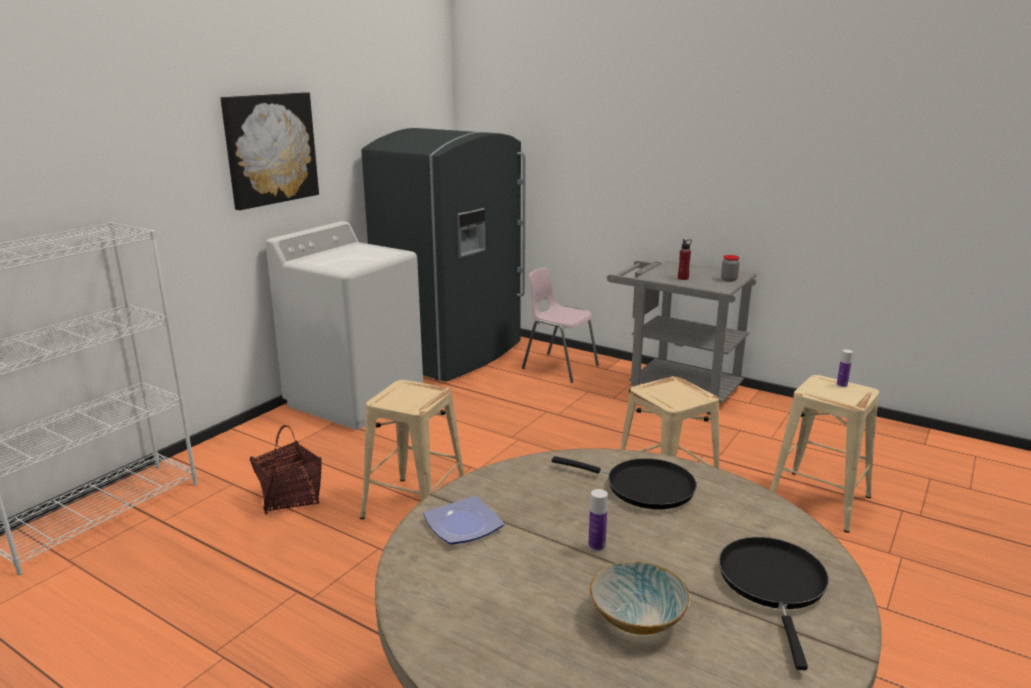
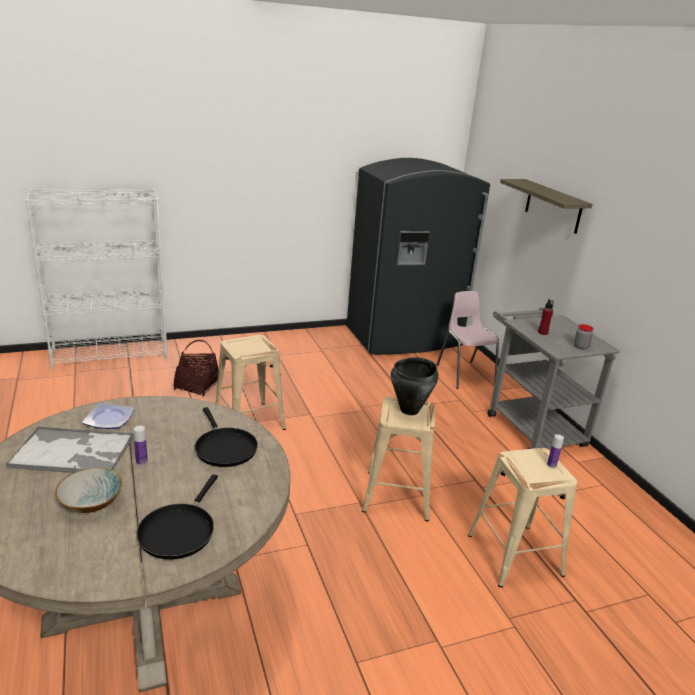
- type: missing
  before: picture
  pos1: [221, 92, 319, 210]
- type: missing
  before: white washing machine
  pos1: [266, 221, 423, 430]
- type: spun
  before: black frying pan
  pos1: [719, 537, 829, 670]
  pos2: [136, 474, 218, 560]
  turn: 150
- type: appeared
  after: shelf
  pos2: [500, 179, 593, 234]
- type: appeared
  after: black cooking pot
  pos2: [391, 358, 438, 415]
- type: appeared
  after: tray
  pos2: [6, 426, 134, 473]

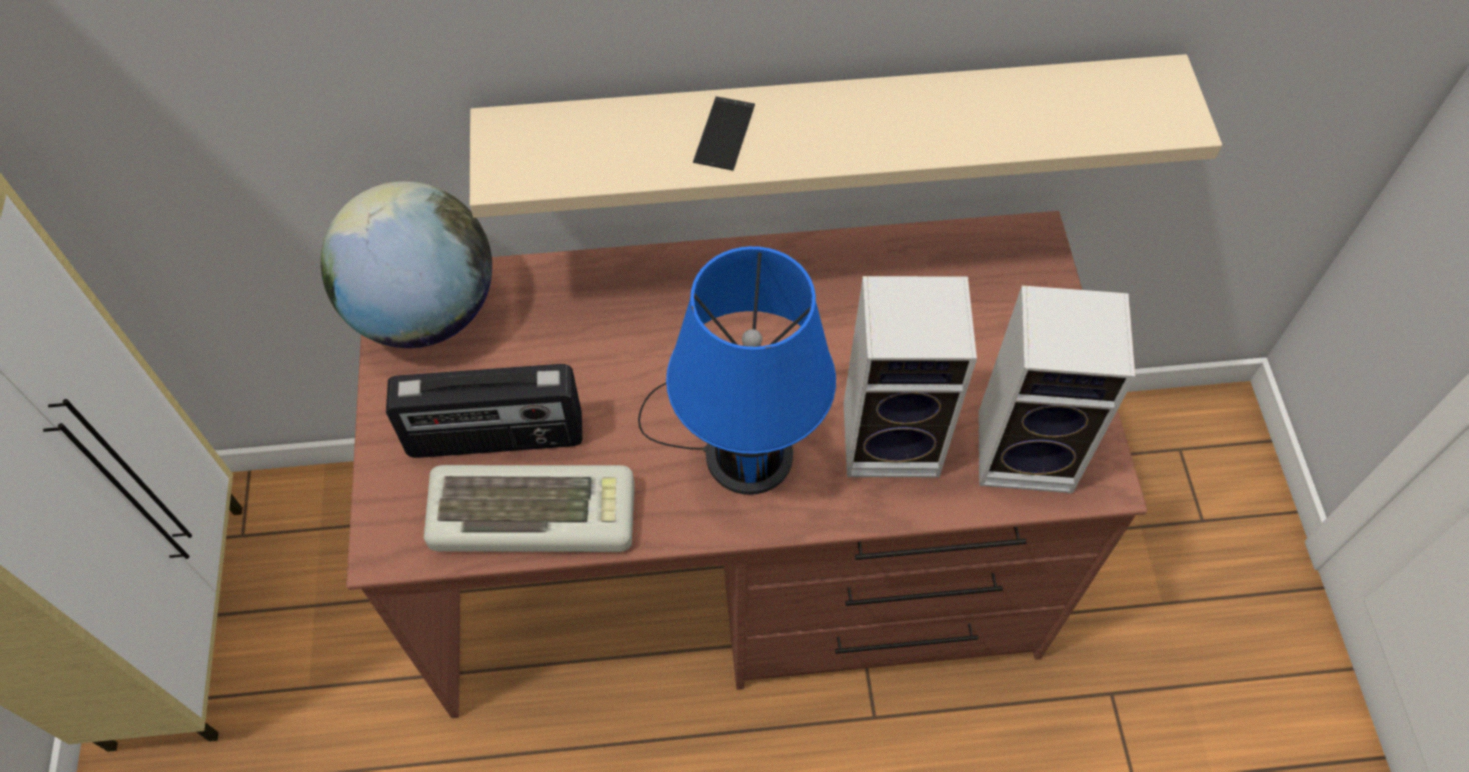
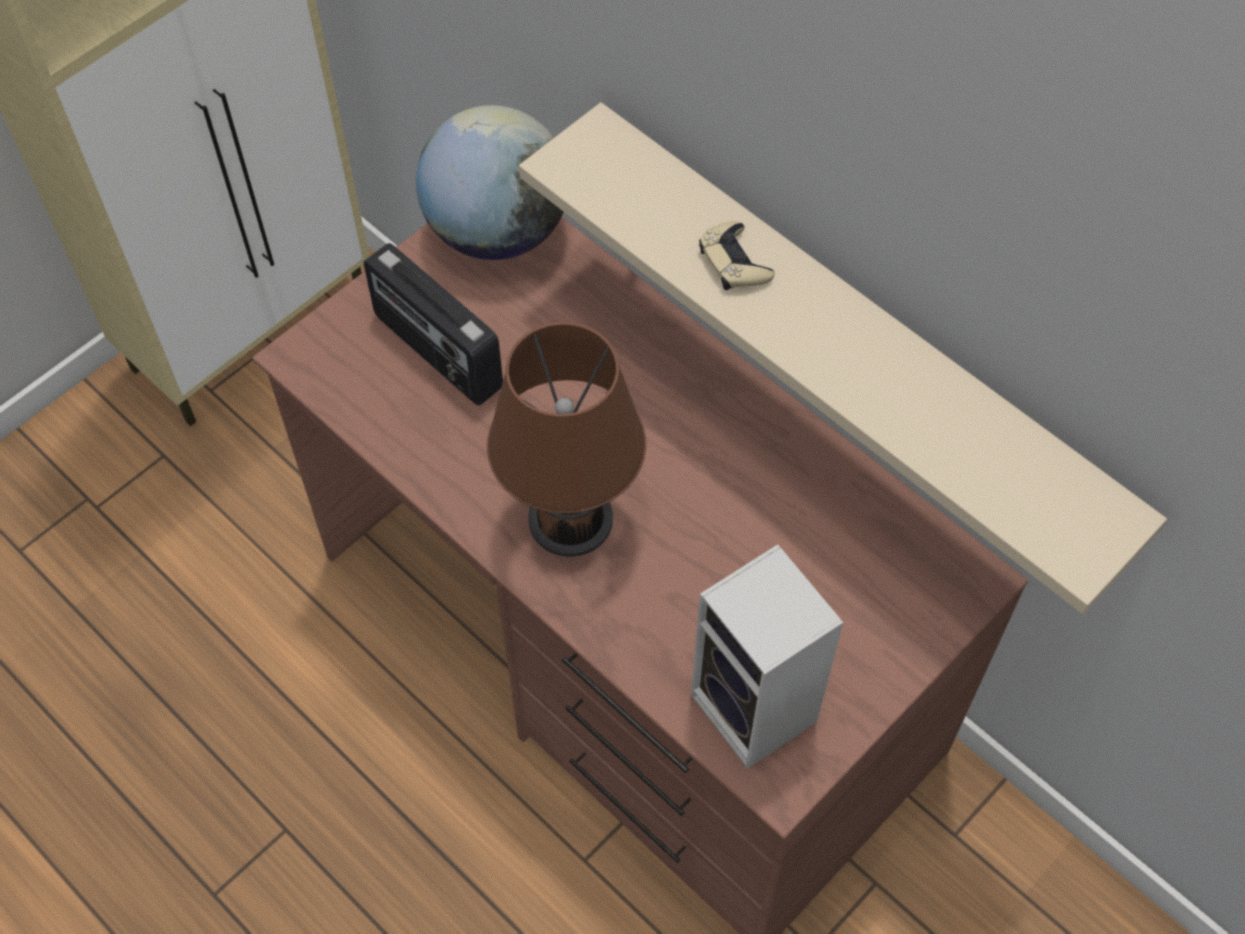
- type: exchanged
  before: phone
  after: beige game controller
  pos1: [693, 96, 755, 171]
  pos2: [699, 221, 775, 290]
- type: colour
  before: blue table lamp
  after: brown table lamp
  pos1: [638, 246, 836, 495]
  pos2: [487, 322, 646, 557]
- type: missing
  before: speaker
  pos1: [843, 276, 977, 477]
- type: missing
  before: keyboard
  pos1: [424, 465, 635, 552]

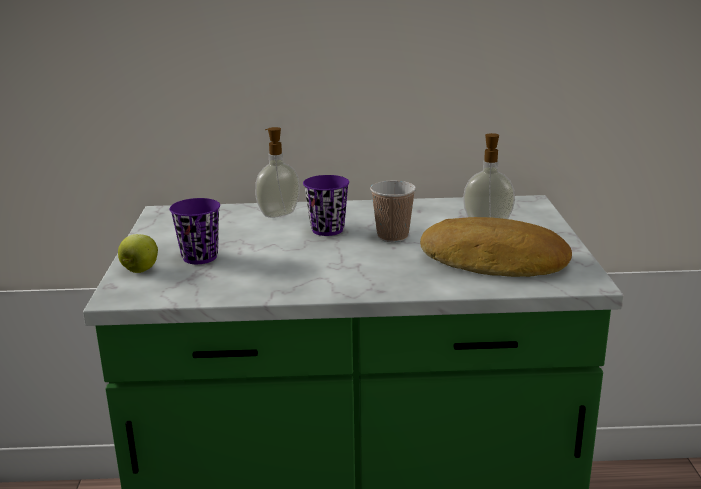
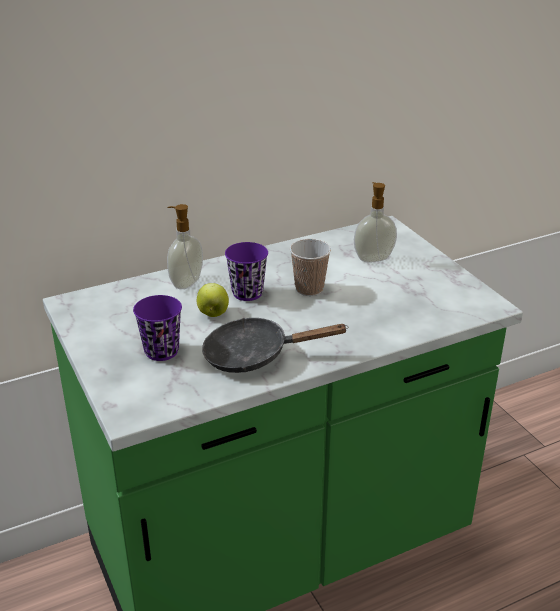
- type: missing
  before: bread
  pos1: [420, 217, 572, 277]
- type: relocated
  before: apple
  pos1: [118, 234, 158, 273]
  pos2: [197, 283, 229, 317]
- type: appeared
  after: black frying pan
  pos2: [202, 318, 348, 373]

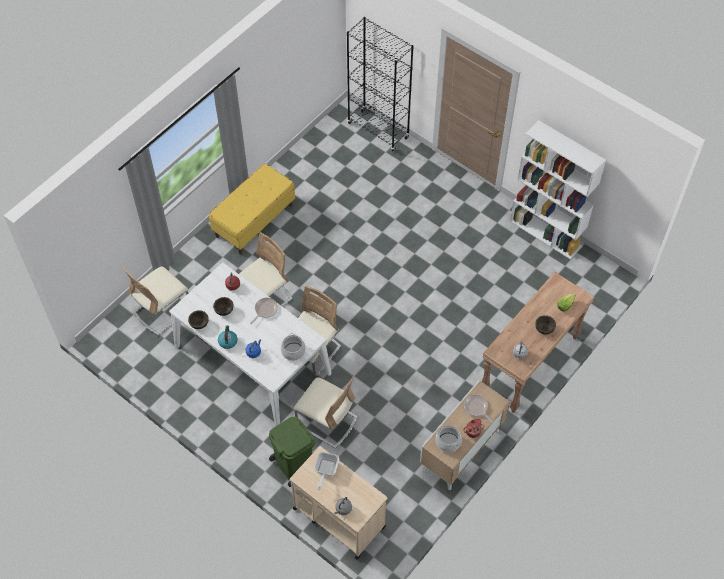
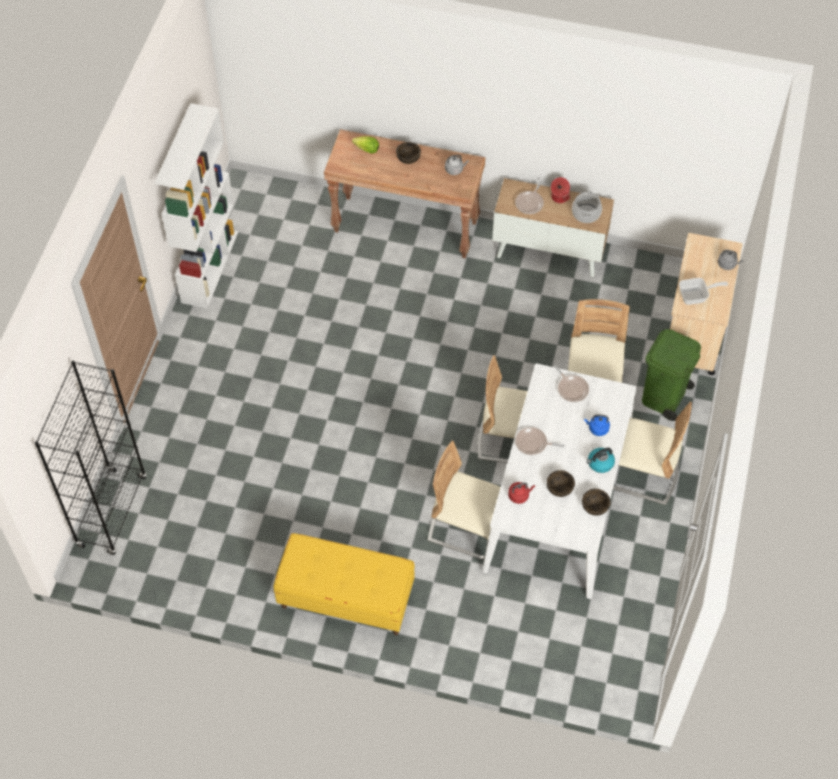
- type: relocated
  before: beige chair
  pos1: [122, 267, 188, 335]
  pos2: [613, 402, 692, 505]
- type: exchanged
  before: cooking pot
  after: frying pan
  pos1: [281, 333, 306, 361]
  pos2: [554, 365, 589, 402]

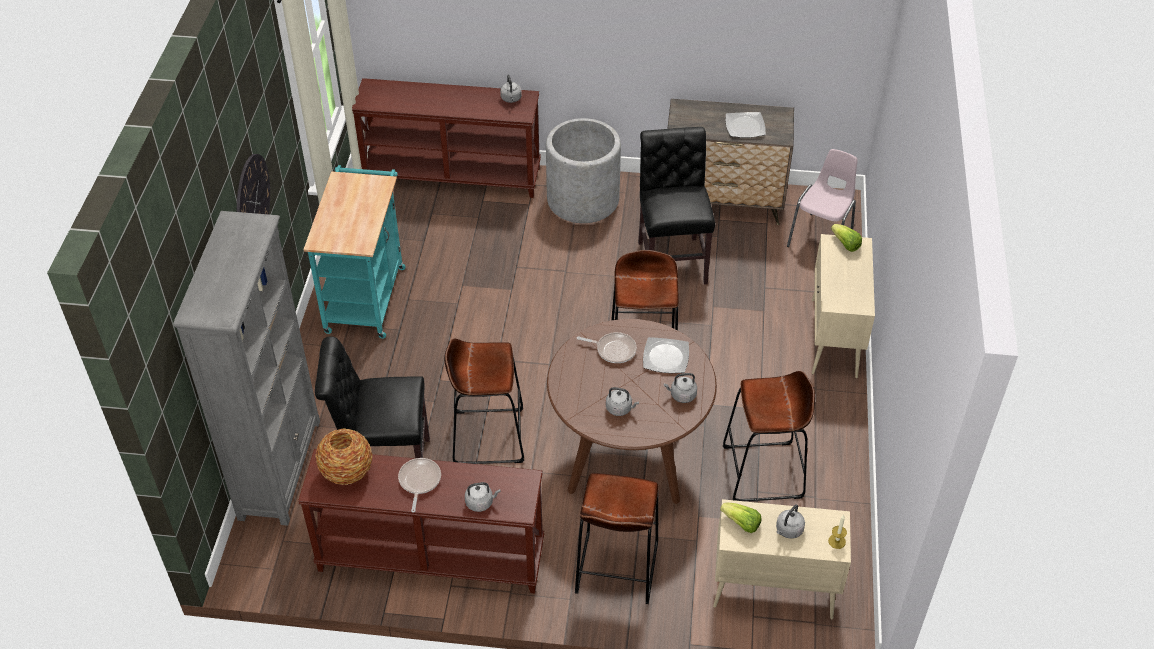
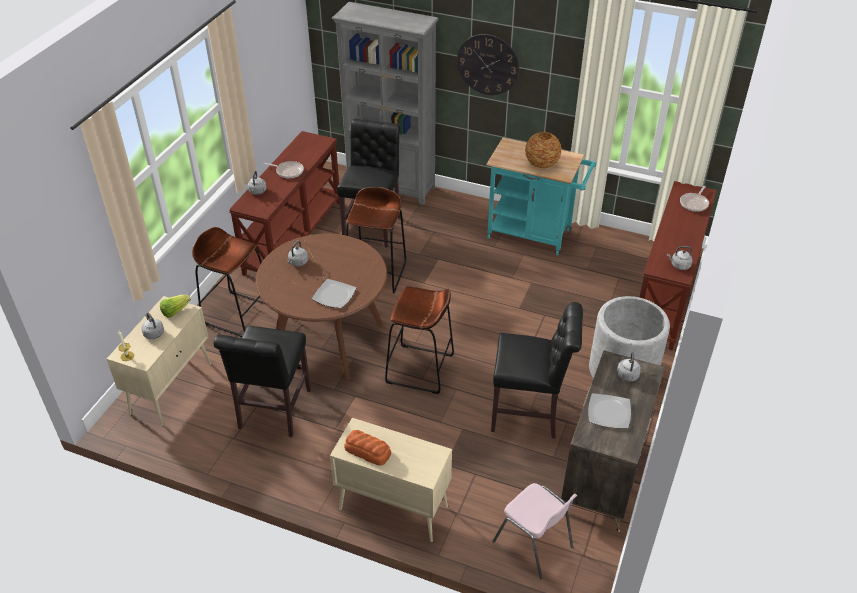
- type: missing
  before: lettuce
  pos1: [831, 224, 862, 252]
- type: relocated
  before: frying pan
  pos1: [577, 332, 637, 363]
  pos2: [680, 186, 709, 212]
- type: exchanged
  before: brown stool
  after: black chair
  pos1: [723, 371, 815, 501]
  pos2: [213, 326, 311, 437]
- type: relocated
  before: grey kettle
  pos1: [664, 373, 697, 403]
  pos2: [617, 352, 641, 381]
- type: relocated
  before: vase
  pos1: [315, 428, 372, 485]
  pos2: [525, 132, 562, 168]
- type: appeared
  after: bread
  pos2: [344, 430, 391, 466]

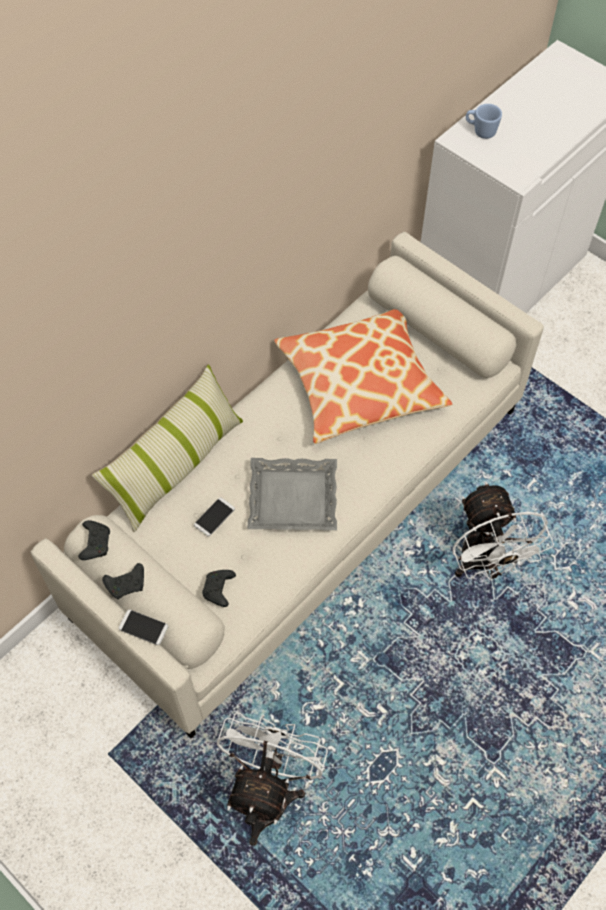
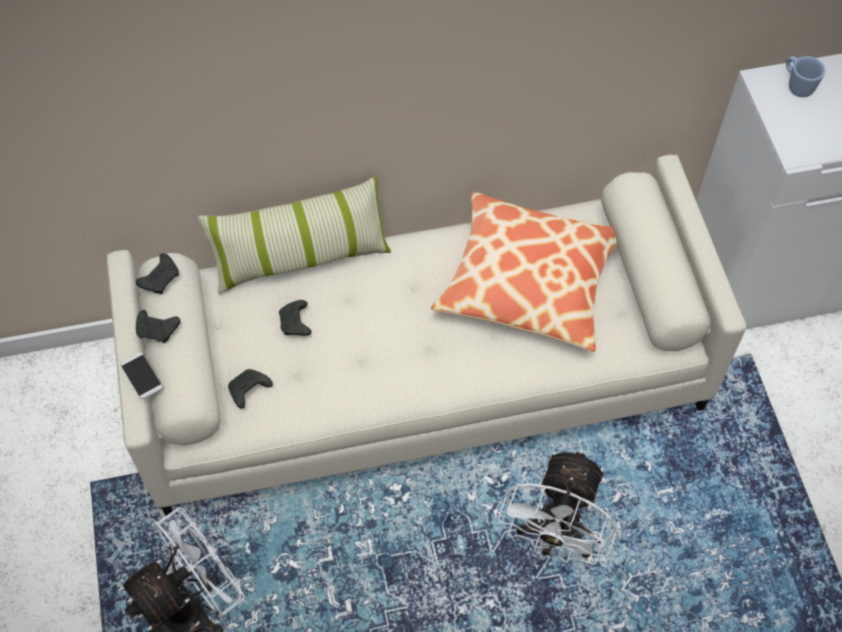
- type: missing
  before: grey tray
  pos1: [247, 458, 337, 530]
- type: exchanged
  before: phone
  after: black game controller
  pos1: [194, 498, 235, 536]
  pos2: [279, 300, 311, 336]

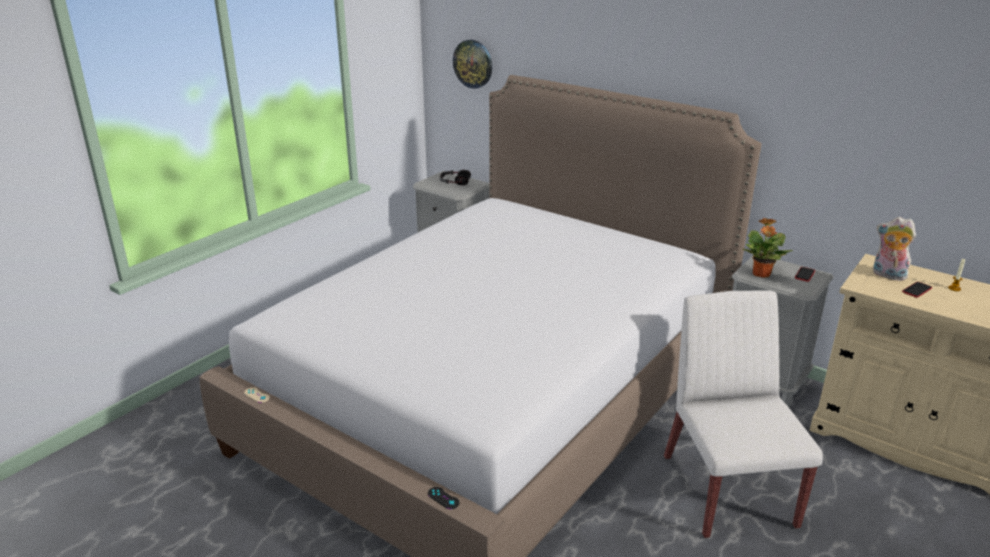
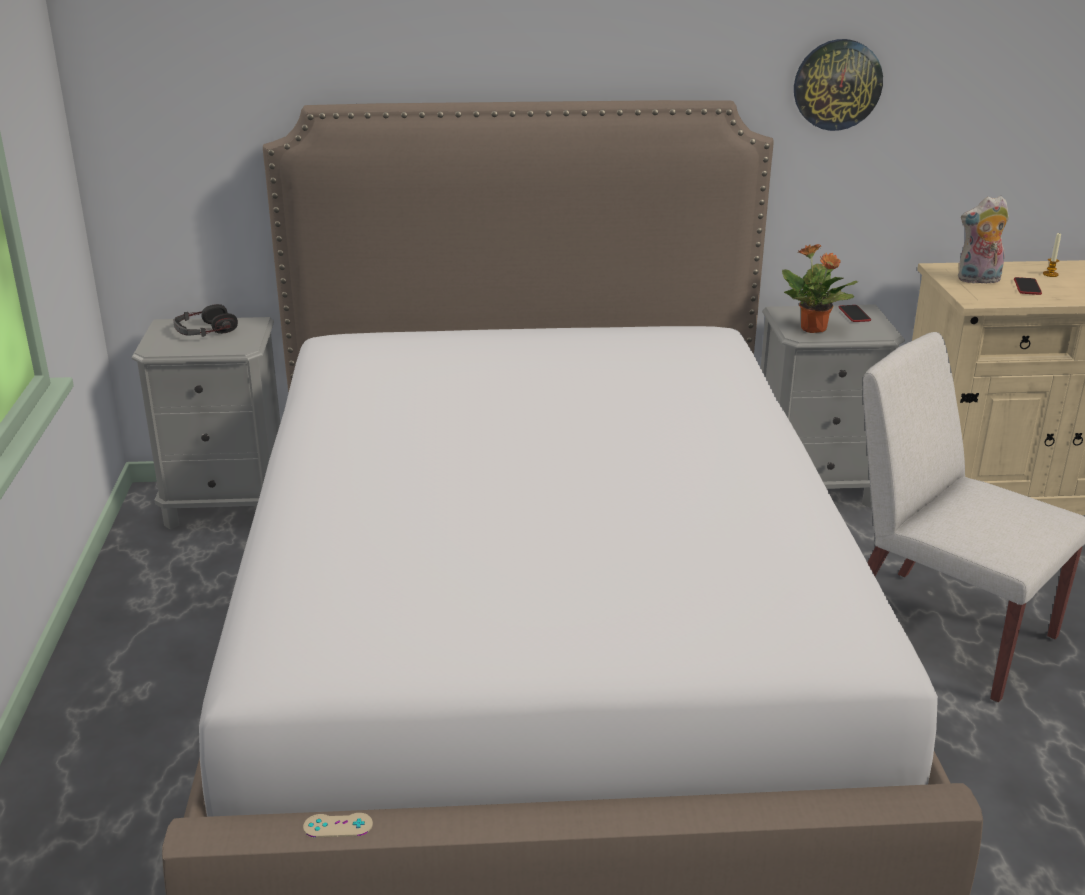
- type: relocated
  before: wall clock
  pos1: [453, 40, 492, 89]
  pos2: [794, 39, 883, 131]
- type: missing
  before: black game controller
  pos1: [428, 487, 460, 509]

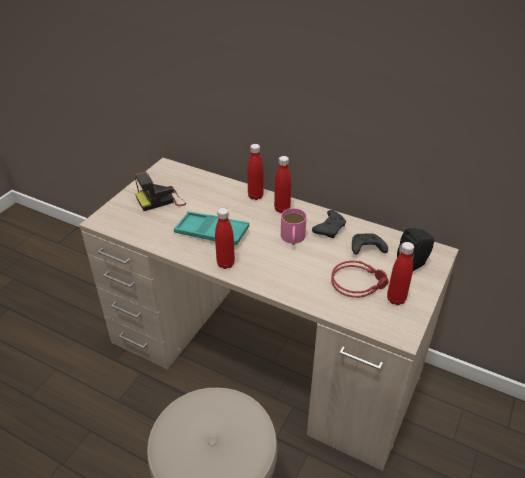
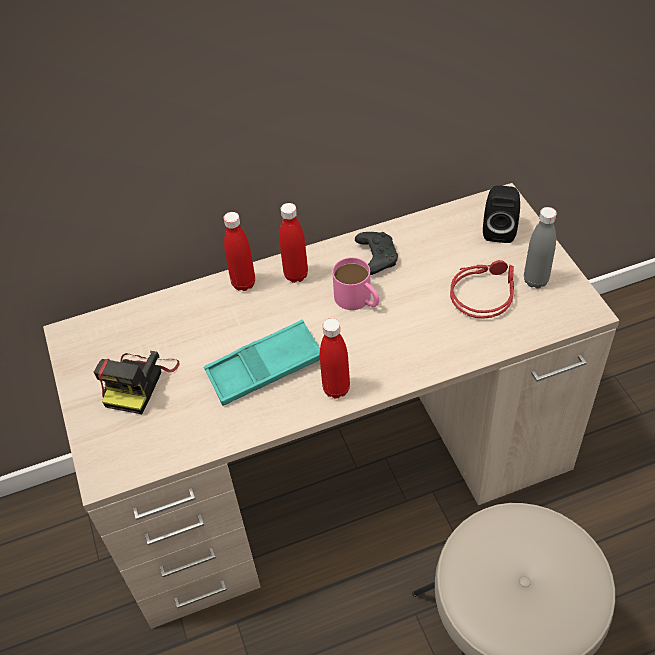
- type: missing
  before: black game controller
  pos1: [352, 233, 388, 255]
- type: colour
  before: red bottle
  after: grey bottle
  pos1: [387, 242, 414, 305]
  pos2: [524, 207, 557, 289]

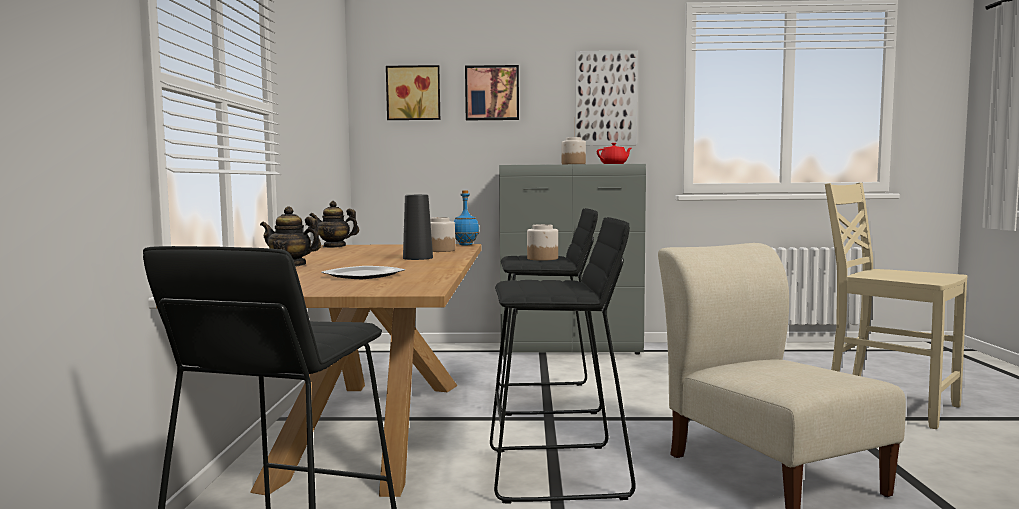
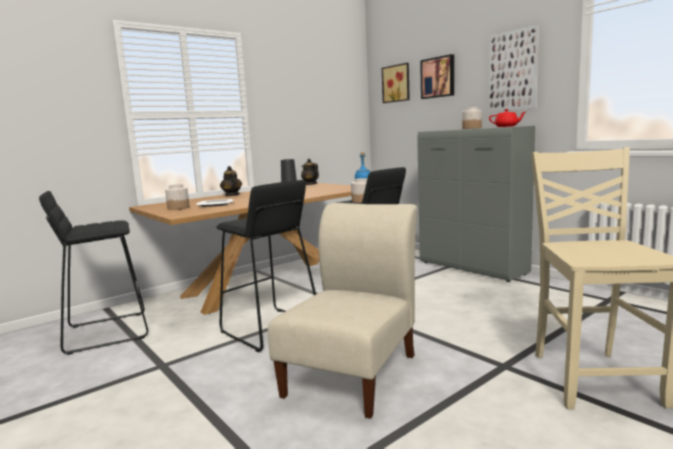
- type: relocated
  before: jar
  pos1: [430, 217, 455, 252]
  pos2: [165, 184, 190, 210]

